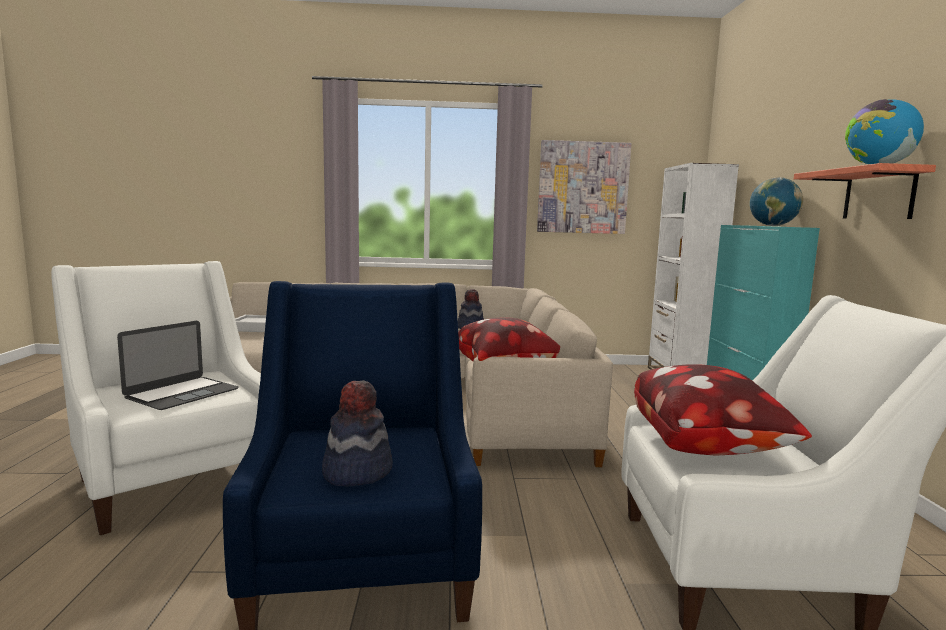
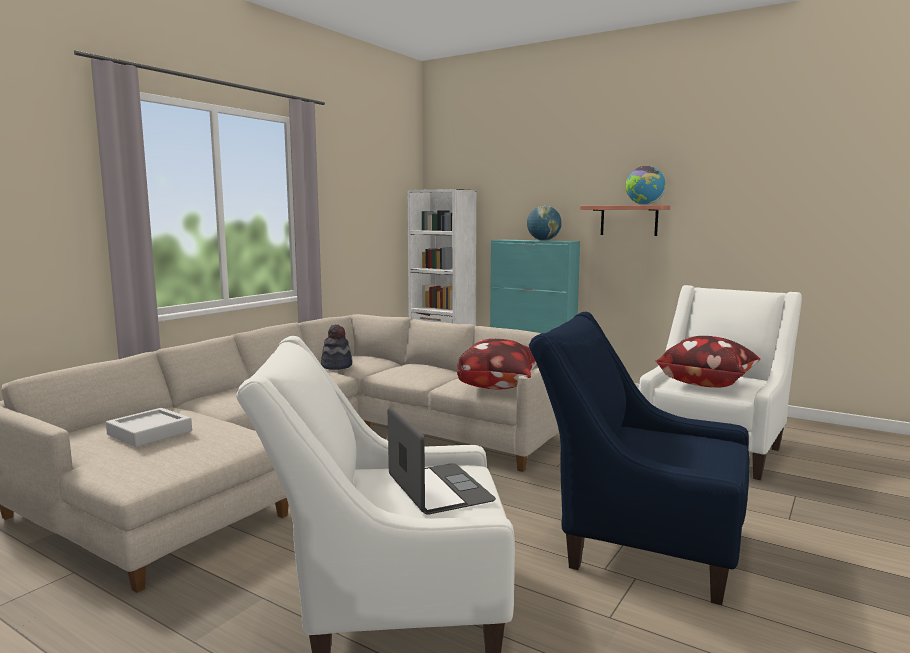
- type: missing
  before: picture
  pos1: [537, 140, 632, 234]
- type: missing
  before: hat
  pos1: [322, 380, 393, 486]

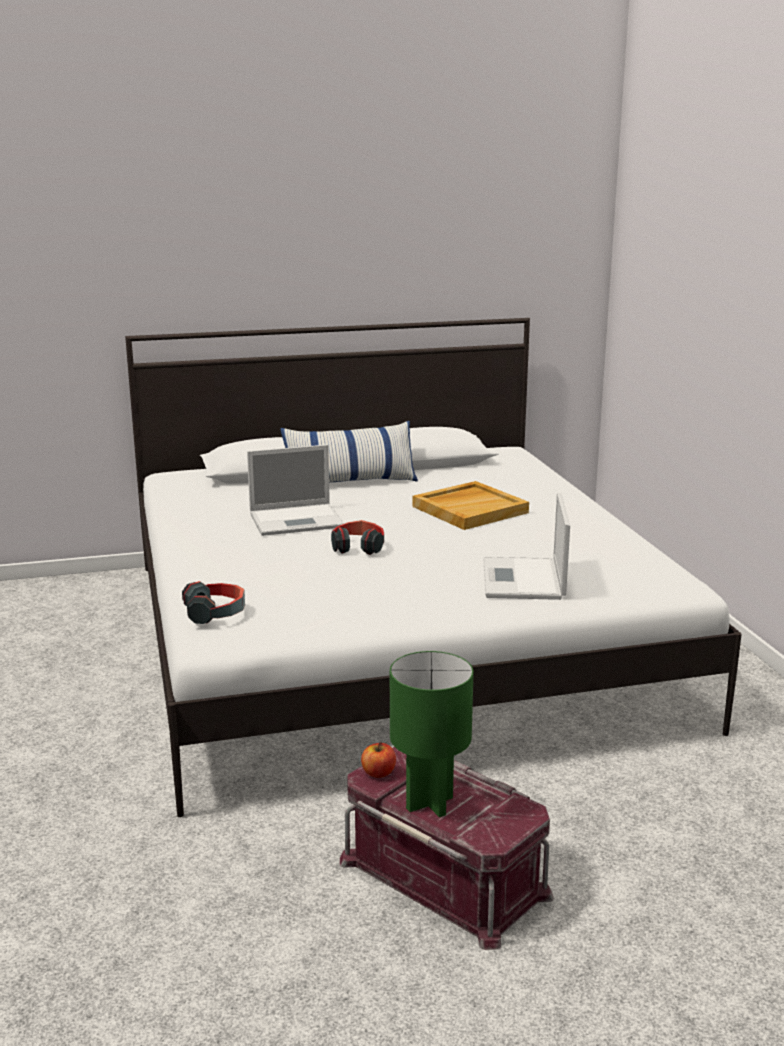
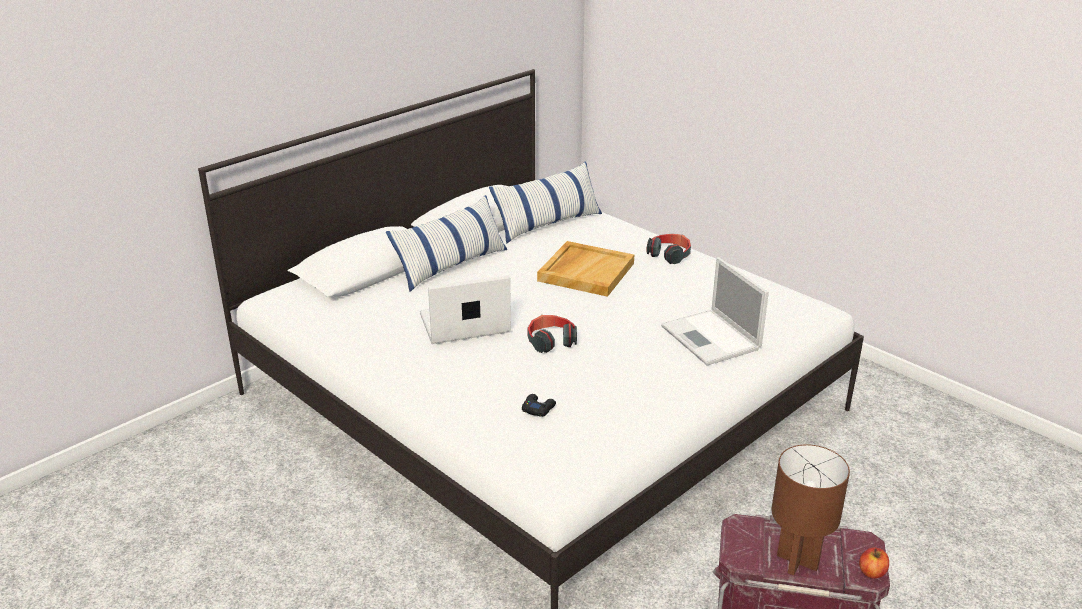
- type: spun
  before: laptop
  pos1: [247, 445, 344, 536]
  pos2: [420, 275, 511, 344]
  turn: -150
- type: relocated
  before: headphones
  pos1: [182, 581, 245, 624]
  pos2: [646, 234, 691, 264]
- type: colour
  before: green table lamp
  after: brown table lamp
  pos1: [390, 651, 474, 817]
  pos2: [771, 445, 850, 575]
- type: relocated
  before: apple
  pos1: [361, 742, 396, 778]
  pos2: [859, 547, 889, 579]
- type: appeared
  after: pillow
  pos2: [489, 161, 602, 243]
- type: appeared
  after: black game controller
  pos2: [522, 394, 556, 417]

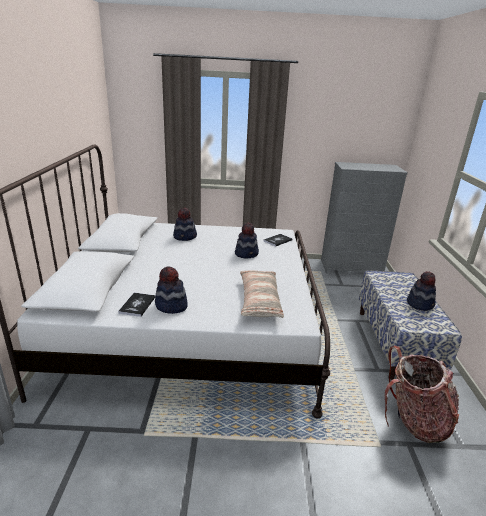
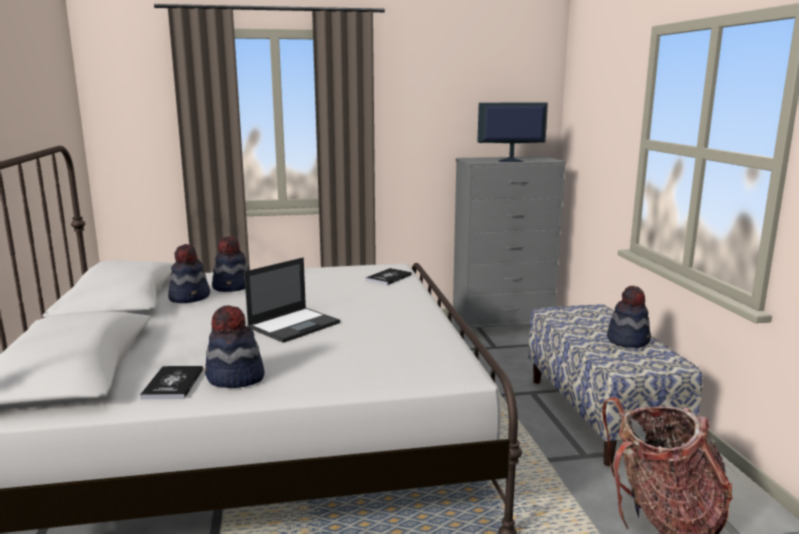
- type: relocated
  before: hat
  pos1: [235, 223, 259, 259]
  pos2: [168, 244, 210, 303]
- type: missing
  before: pillow
  pos1: [240, 271, 284, 318]
- type: appeared
  after: monitor
  pos2: [477, 103, 548, 162]
- type: appeared
  after: laptop
  pos2: [244, 257, 340, 343]

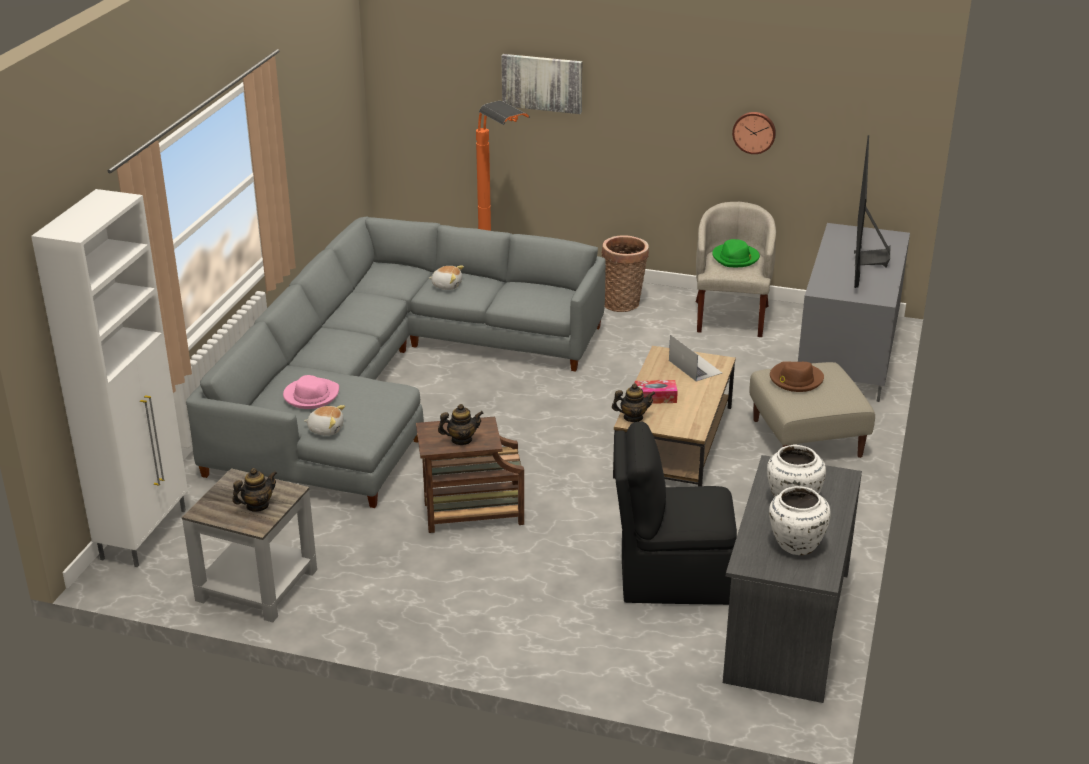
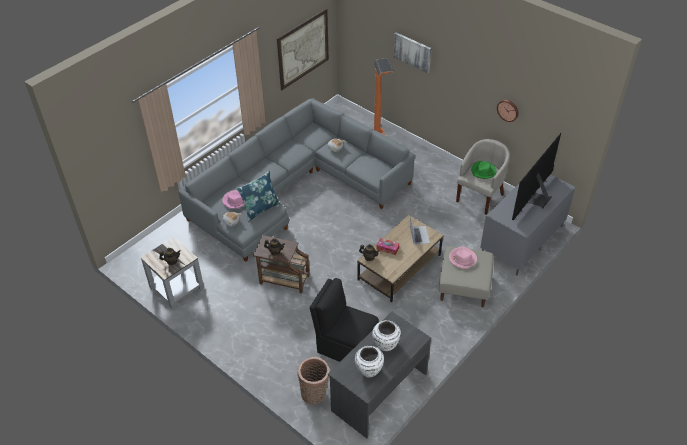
- type: missing
  before: white cabinet
  pos1: [31, 189, 188, 567]
- type: relocated
  before: basket
  pos1: [601, 236, 649, 312]
  pos2: [298, 357, 330, 405]
- type: colour
  before: brown hat
  after: pink hat
  pos1: [770, 362, 824, 392]
  pos2: [449, 246, 477, 269]
- type: appeared
  after: picture
  pos2: [277, 9, 329, 90]
- type: appeared
  after: blue pillow
  pos2: [237, 171, 280, 222]

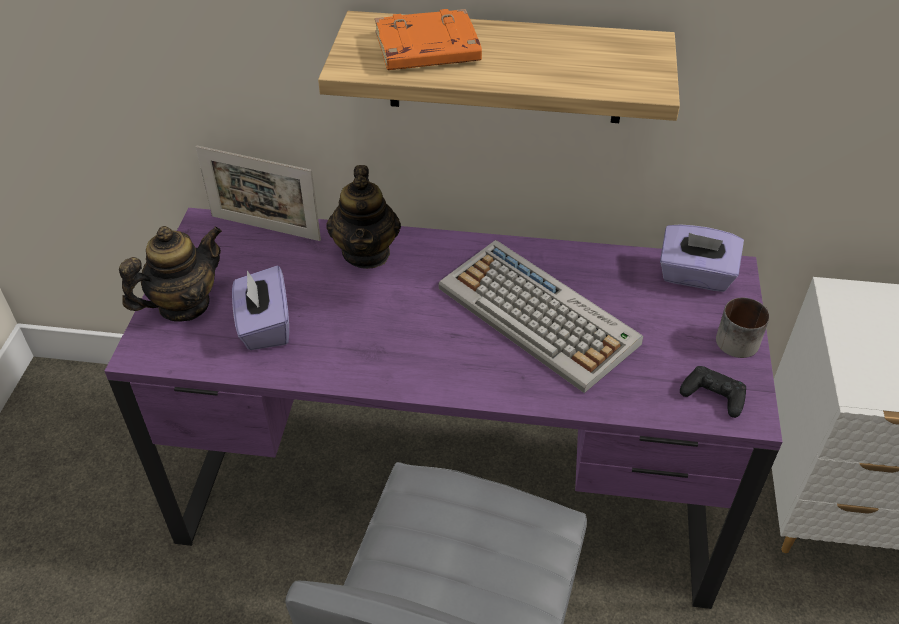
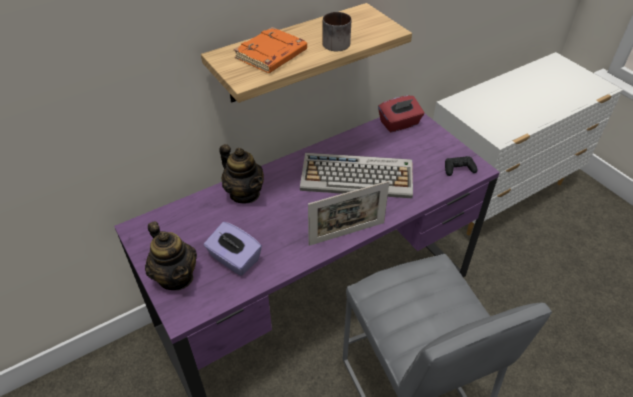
- type: relocated
  before: picture frame
  pos1: [196, 145, 321, 241]
  pos2: [308, 181, 390, 246]
- type: colour
  before: purple tissue box
  after: red tissue box
  pos1: [660, 224, 744, 292]
  pos2: [378, 96, 424, 133]
- type: spun
  before: teapot
  pos1: [119, 226, 222, 321]
  pos2: [145, 221, 197, 290]
  turn: 135
- type: relocated
  before: mug
  pos1: [716, 298, 769, 358]
  pos2: [322, 12, 351, 51]

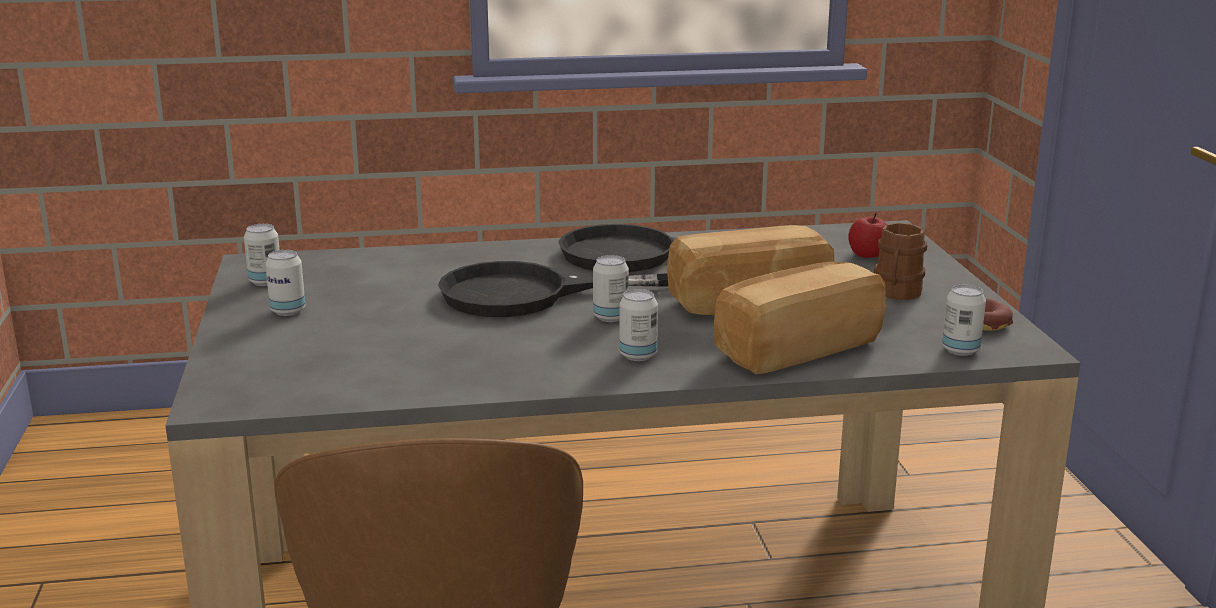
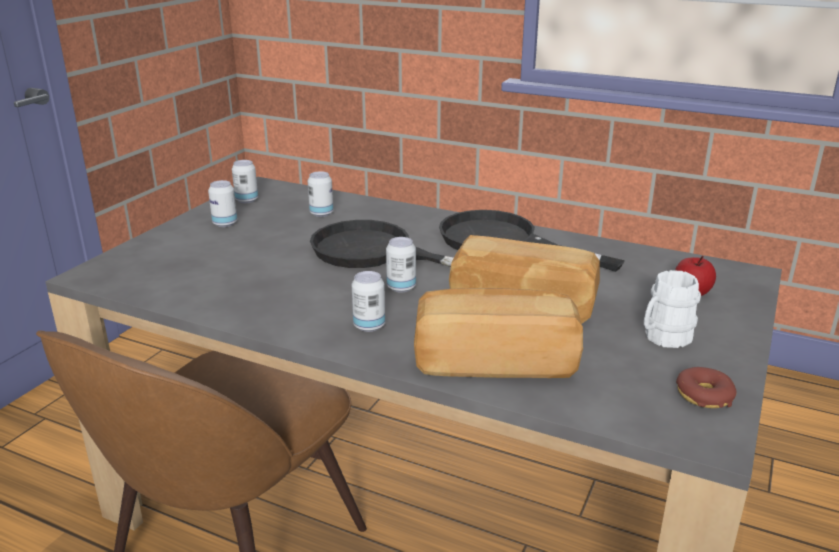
- type: colour
  before: brown mug
  after: white mug
  pos1: [874, 223, 927, 300]
  pos2: [644, 270, 701, 348]
- type: relocated
  before: can
  pos1: [942, 285, 986, 356]
  pos2: [308, 171, 333, 217]

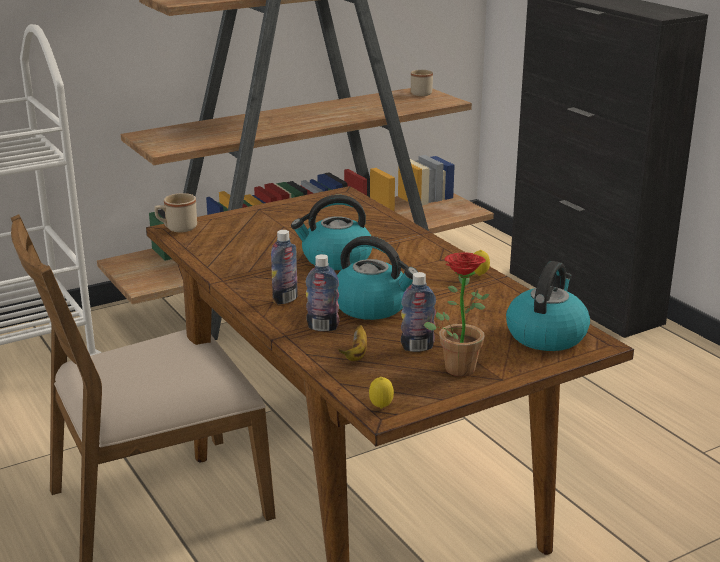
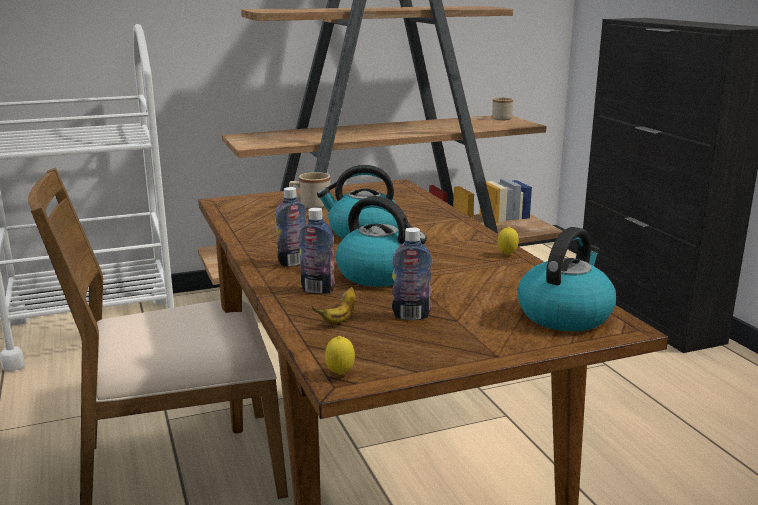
- type: relocated
  before: beige mug
  pos1: [154, 193, 197, 232]
  pos2: [289, 172, 330, 209]
- type: missing
  before: potted plant
  pos1: [424, 252, 490, 376]

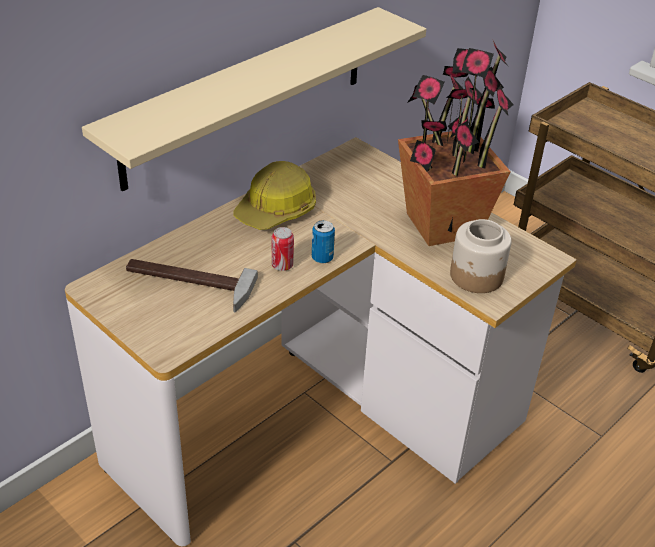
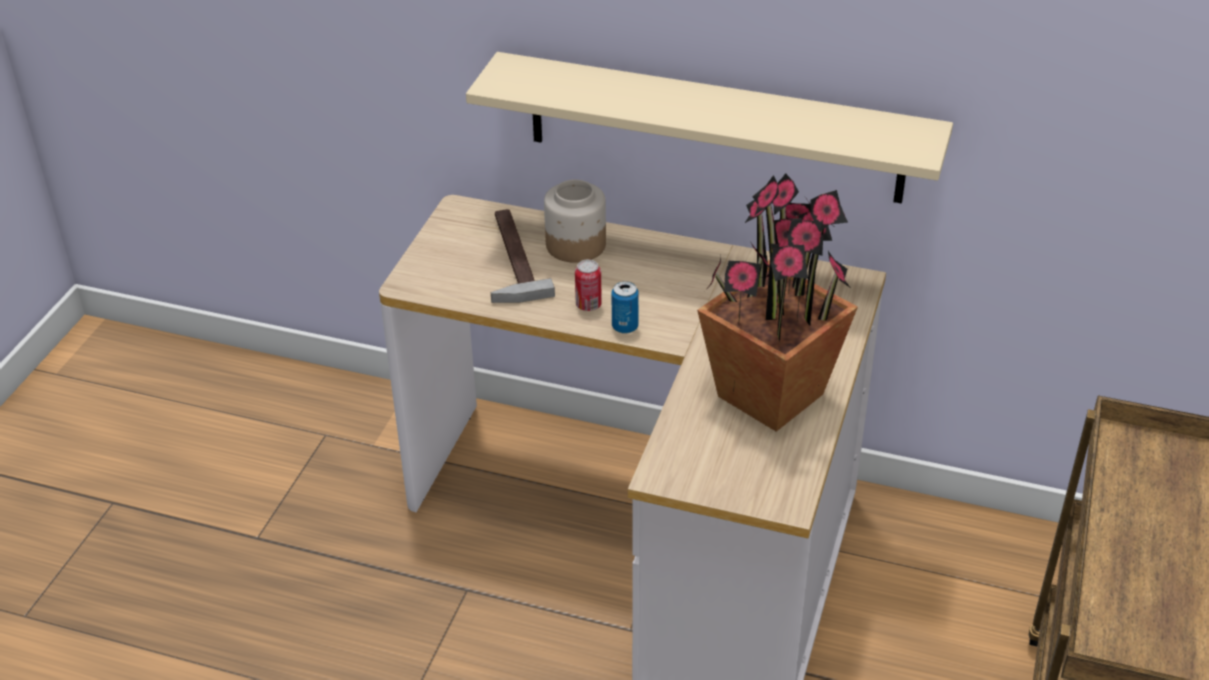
- type: missing
  before: hard hat
  pos1: [234, 161, 316, 230]
- type: relocated
  before: jar
  pos1: [450, 219, 512, 293]
  pos2: [544, 179, 606, 263]

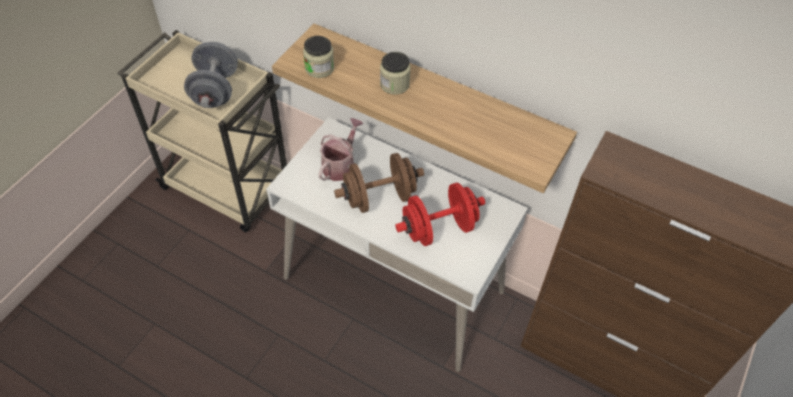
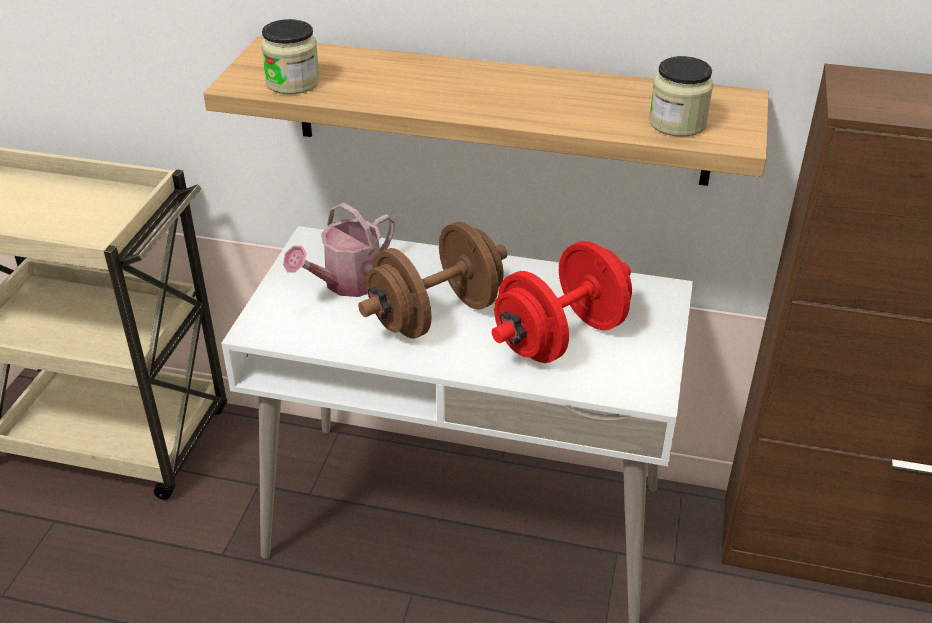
- type: missing
  before: grey dumbbell
  pos1: [184, 42, 238, 108]
- type: relocated
  before: jar
  pos1: [380, 52, 411, 94]
  pos2: [649, 56, 714, 137]
- type: spun
  before: watering can
  pos1: [319, 118, 363, 181]
  pos2: [283, 202, 395, 297]
  turn: -150

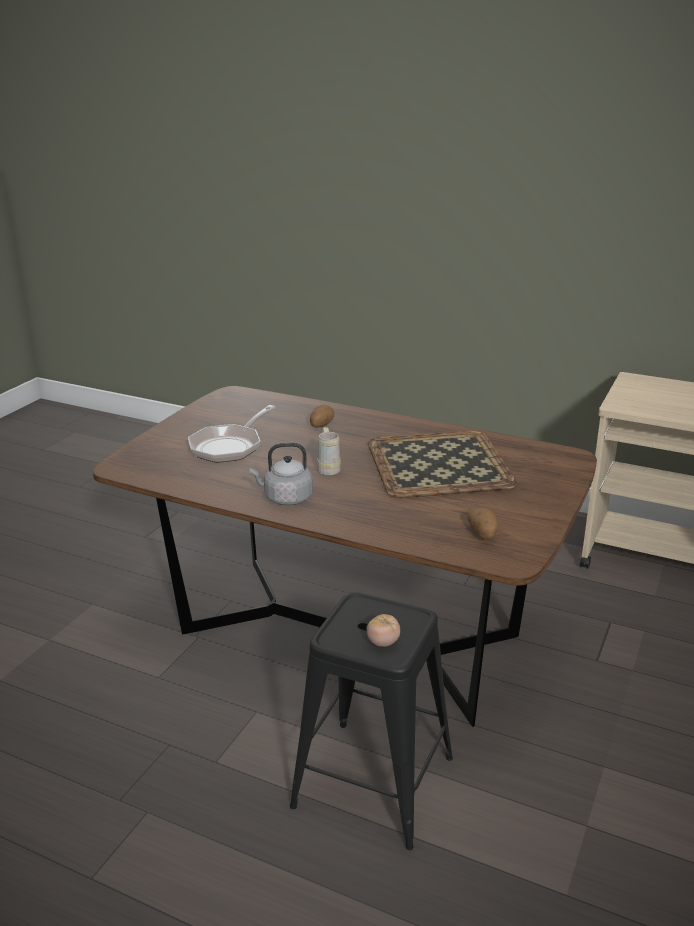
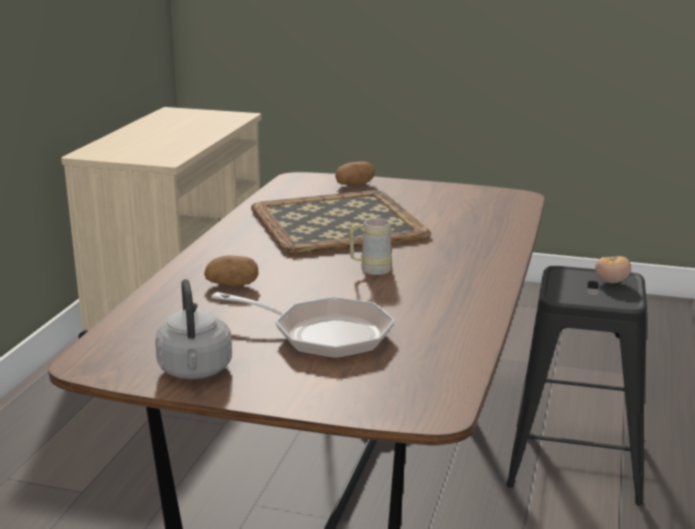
- type: relocated
  before: grey kettle
  pos1: [249, 443, 313, 505]
  pos2: [155, 279, 232, 379]
- type: relocated
  before: potato
  pos1: [468, 507, 499, 540]
  pos2: [335, 162, 375, 185]

